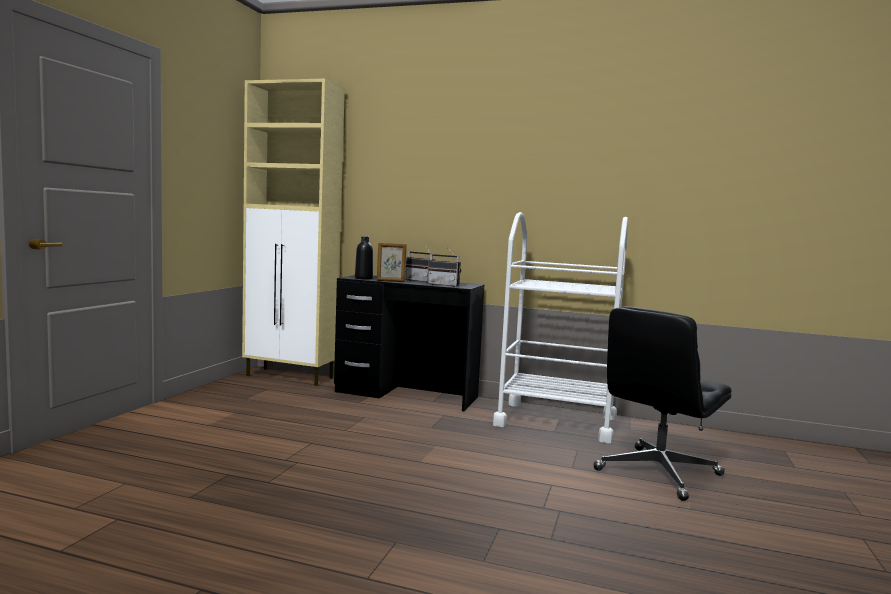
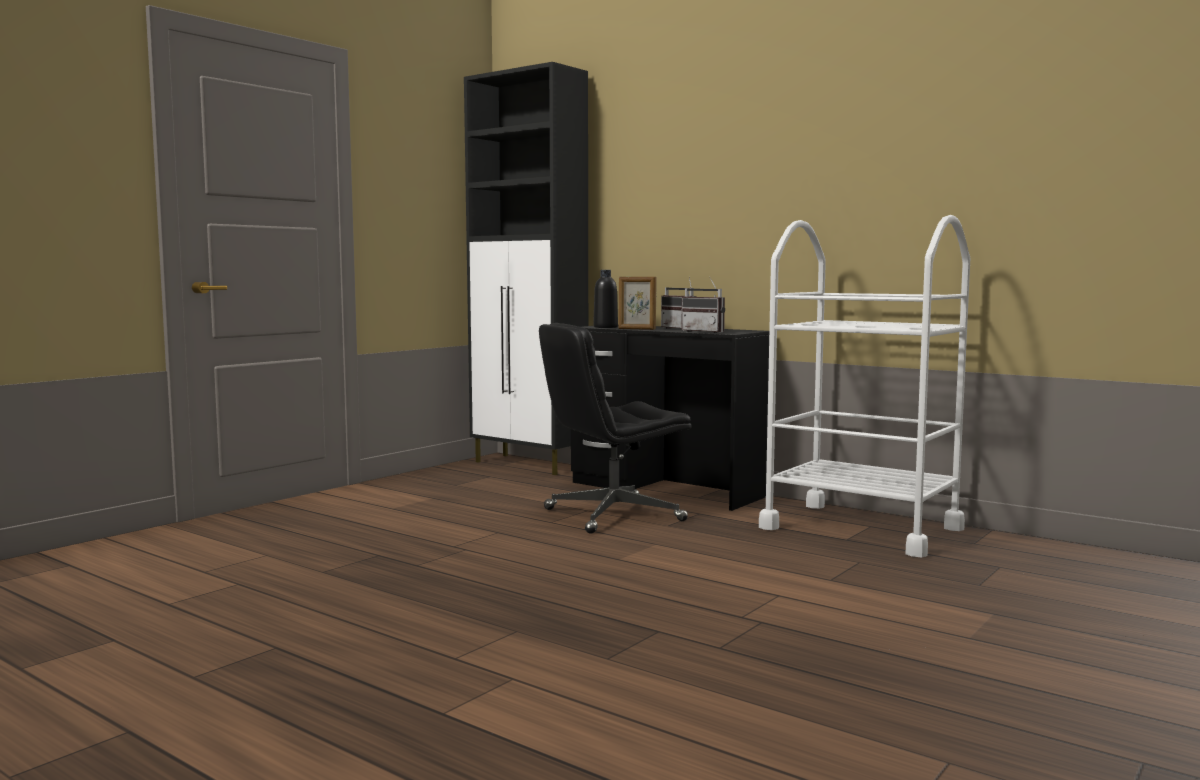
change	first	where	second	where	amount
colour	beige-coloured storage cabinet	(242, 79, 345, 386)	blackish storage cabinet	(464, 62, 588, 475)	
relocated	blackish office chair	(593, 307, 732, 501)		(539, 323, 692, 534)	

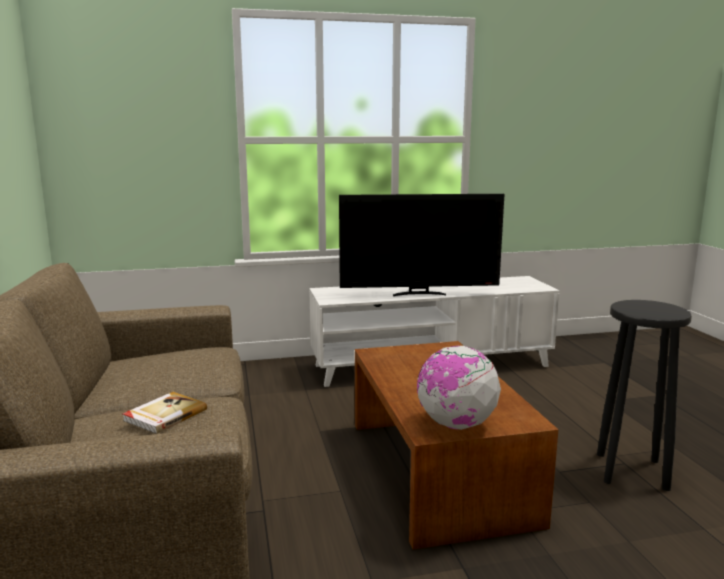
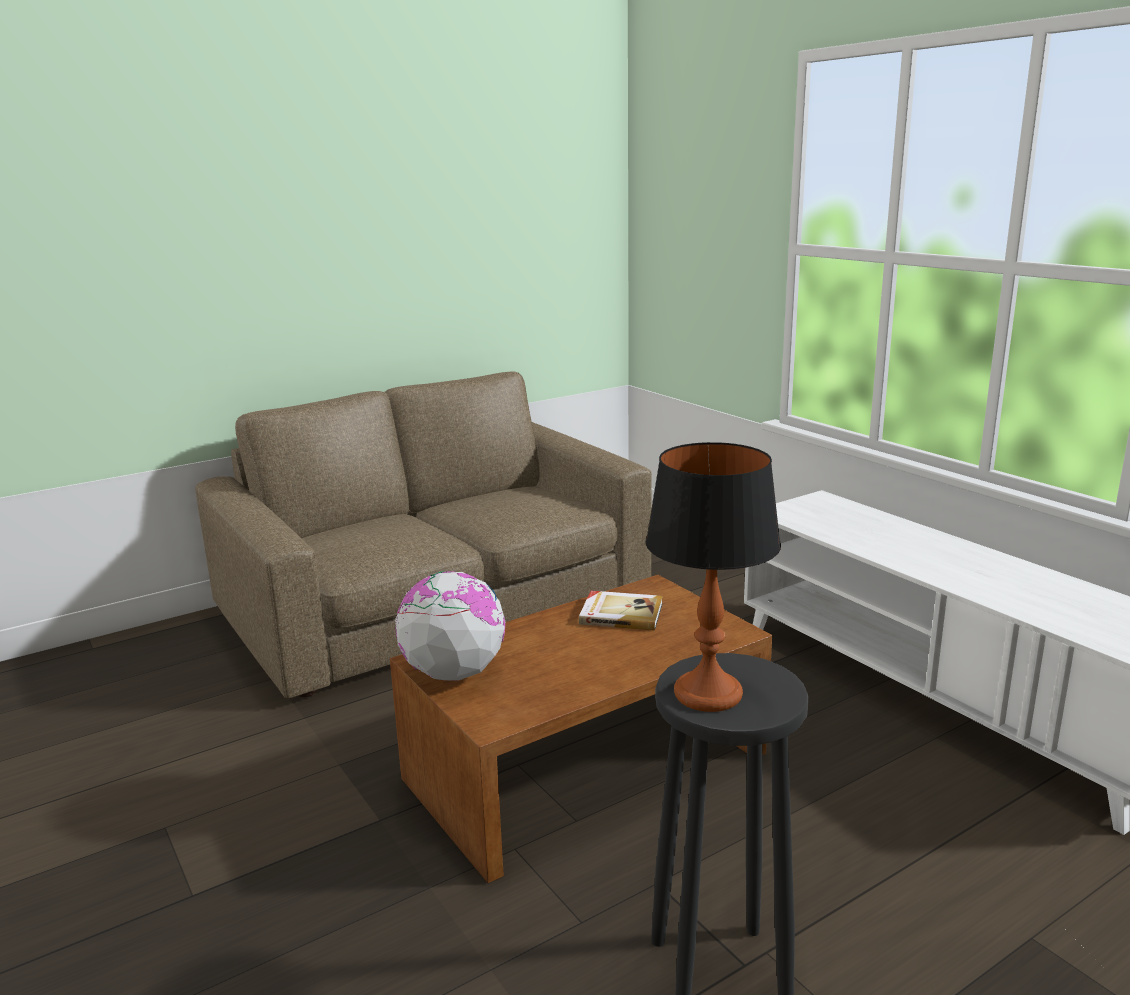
change	first	where	second	where	amount
missing	television	(339, 194, 504, 296)			
relocated	volume	(123, 392, 207, 434)		(579, 591, 663, 631)	
appeared			table lamp	(645, 442, 781, 712)	

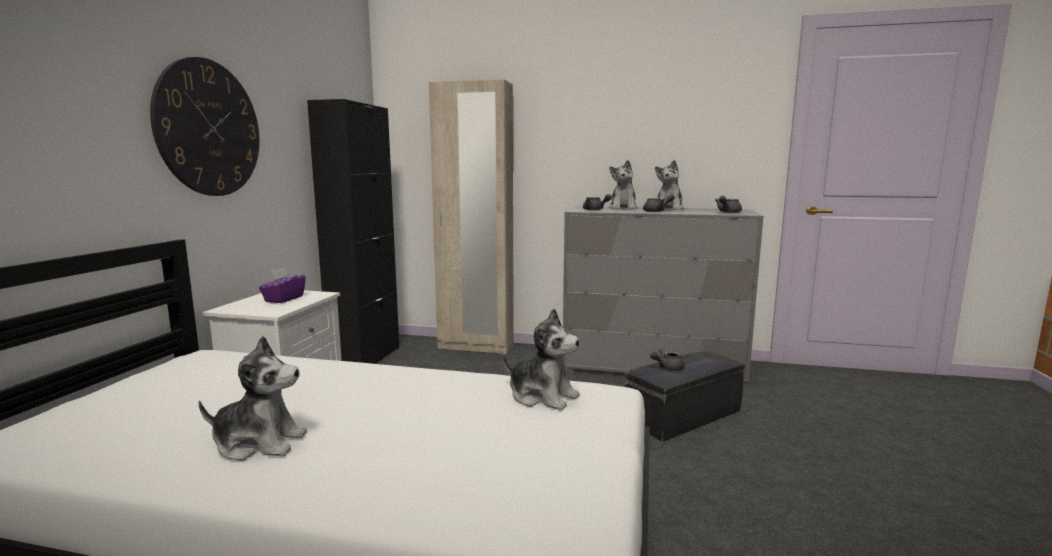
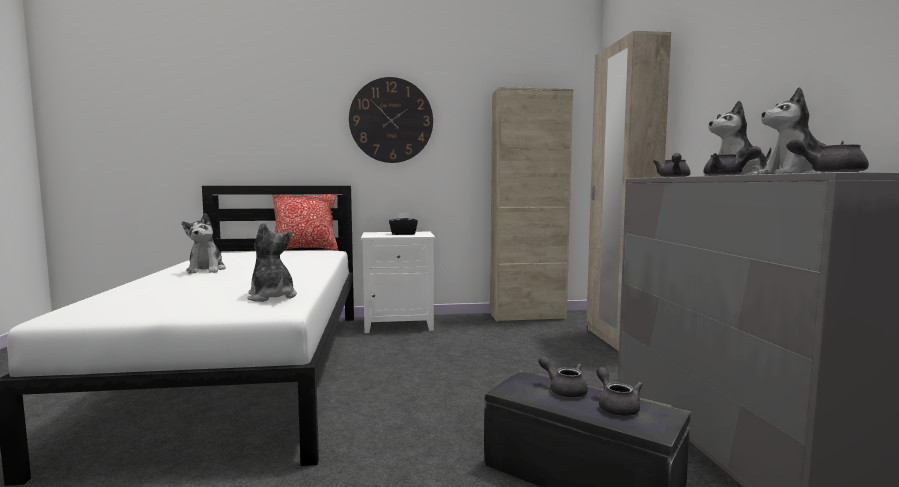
change	first	where	second	where	amount
colour	blackish storage cabinet	(307, 99, 399, 364)	beige-coloured storage cabinet	(490, 87, 573, 322)	
colour	purplish box of tissues	(259, 267, 306, 303)	blackish box of tissues	(389, 212, 418, 235)	
spun	plush toy	(503, 309, 580, 410)		(247, 222, 297, 302)	135 degrees clockwise
appeared			throw pillow	(272, 194, 338, 250)	
appeared			greyish teapot	(596, 367, 643, 416)	

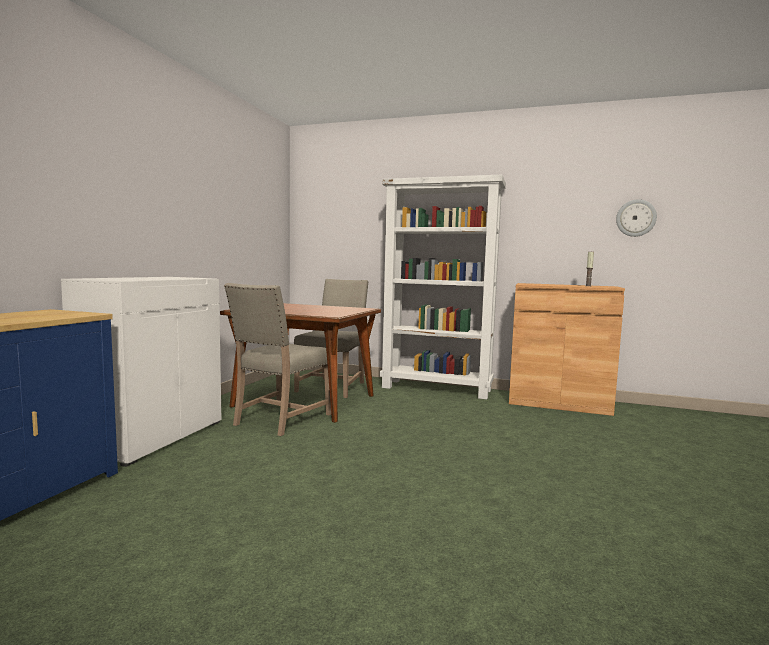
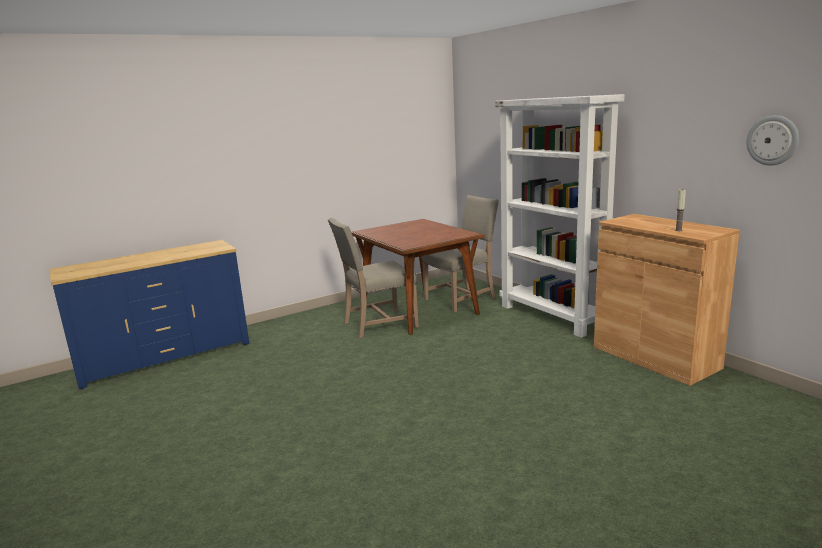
change	first	where	second	where	amount
missing	white-coloured storage cabinet	(61, 277, 221, 467)			

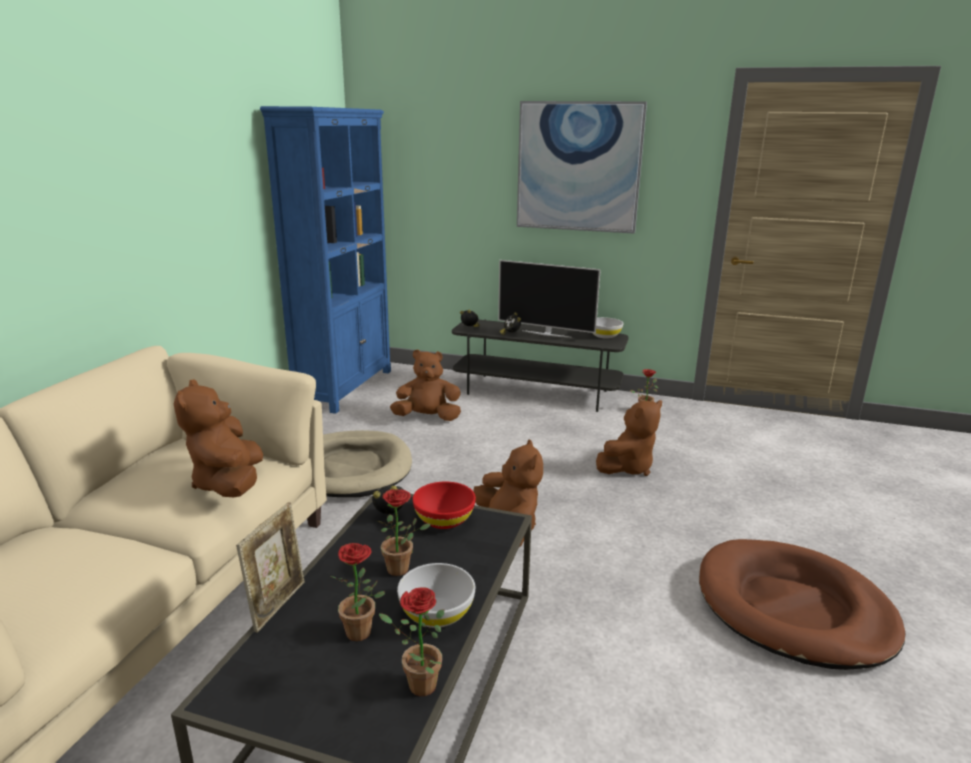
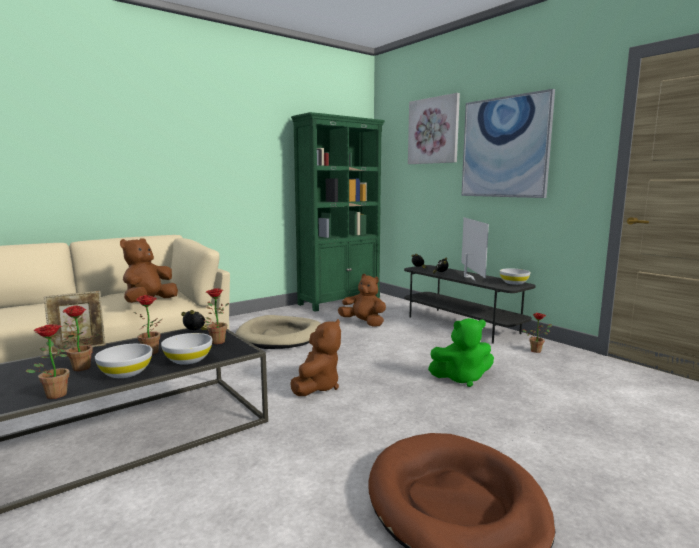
change	first	where	second	where	amount
colour	bluish bookcase	(260, 106, 391, 414)	greenish bookcase	(291, 112, 385, 312)	
spun	television	(498, 260, 601, 338)		(461, 217, 489, 281)	150 degrees counterclockwise
colour	brown-coloured plush toy	(596, 400, 662, 476)	greenish plush toy	(428, 318, 494, 387)	
exchanged	red-coloured deep dish	(413, 482, 476, 529)	plant in a pot	(204, 288, 229, 344)	
appeared			wall picture	(408, 93, 460, 164)	
appeared			white-coloured deep dish	(161, 333, 212, 365)	

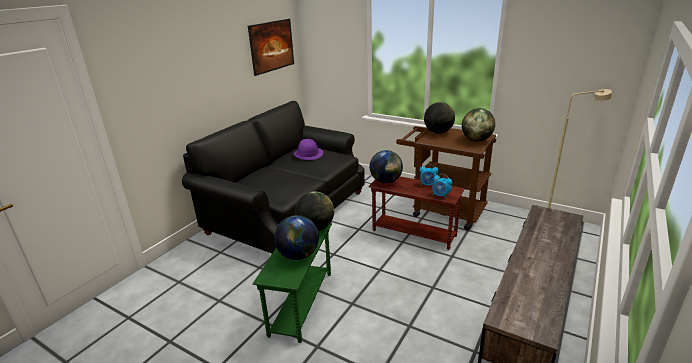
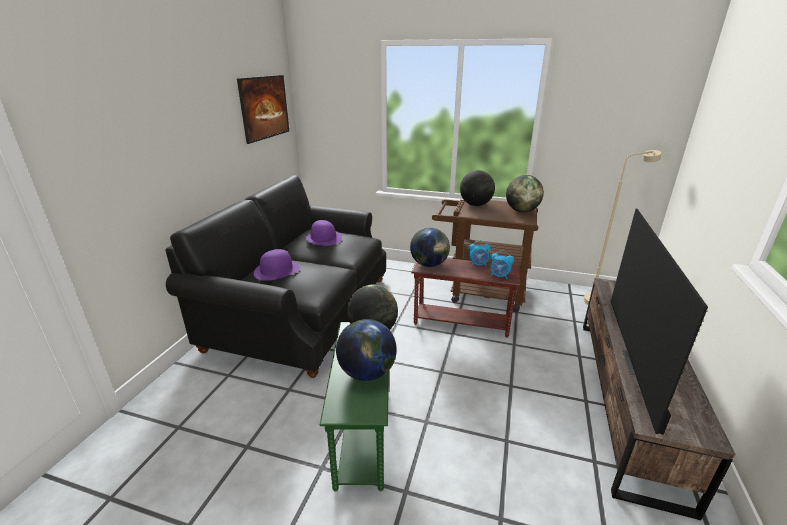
change	first	where	second	where	amount
appeared			television	(611, 209, 708, 435)	
appeared			purplish wearable hat	(253, 249, 300, 281)	

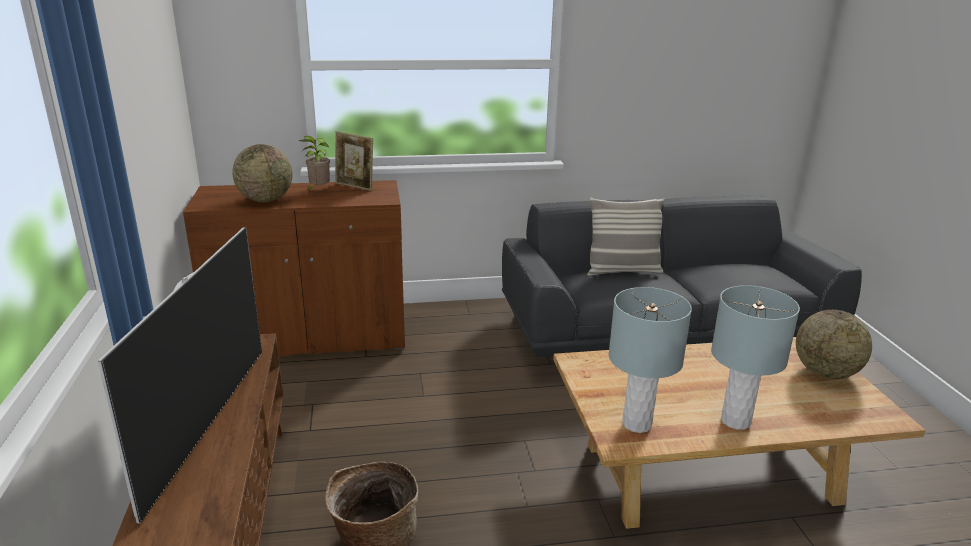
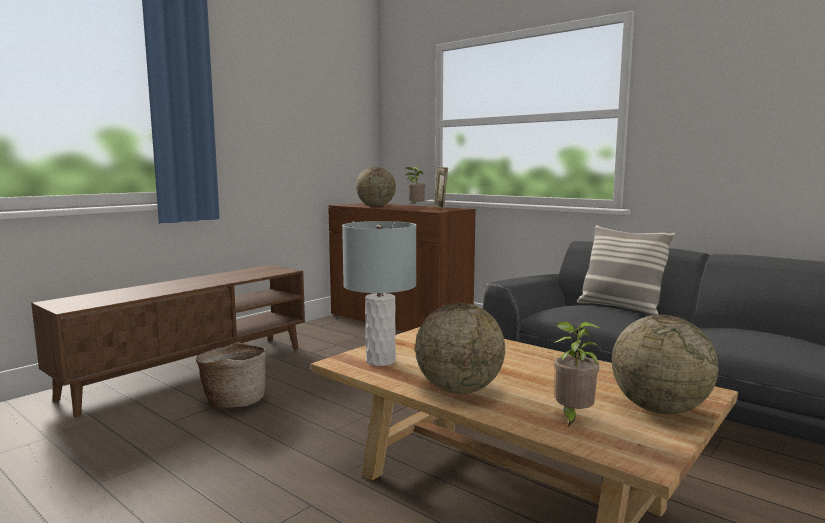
change	first	where	second	where	amount
missing	television	(98, 227, 262, 524)			
exchanged	greyish table lamp	(711, 285, 800, 430)	desk globe	(415, 303, 505, 394)	
appeared			plant in a pot	(554, 322, 601, 427)	

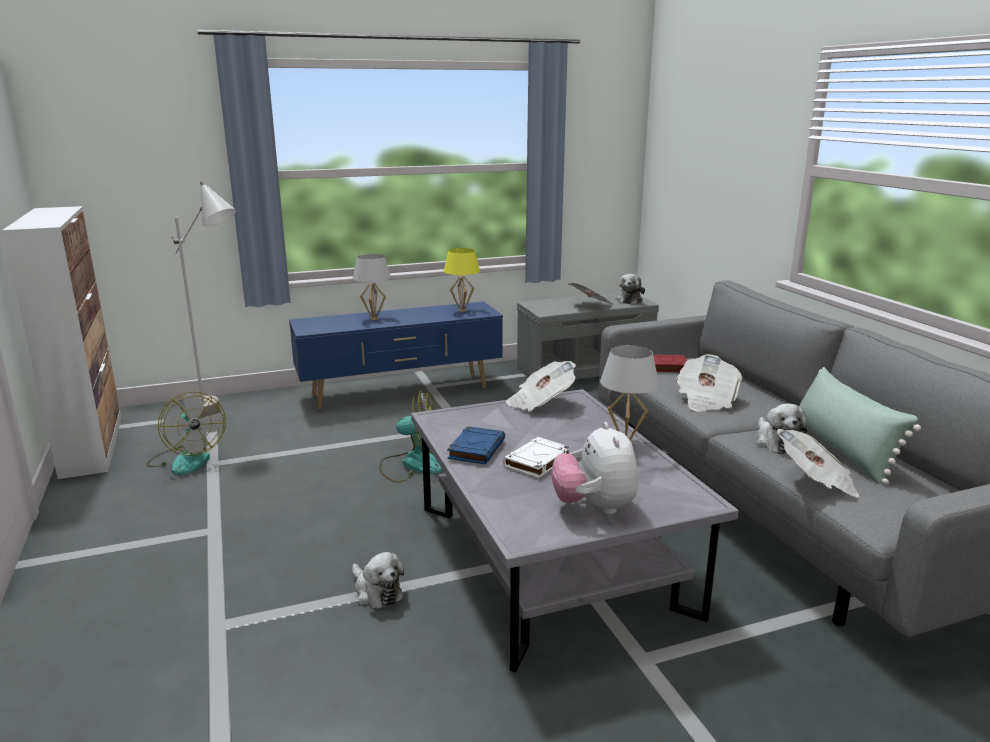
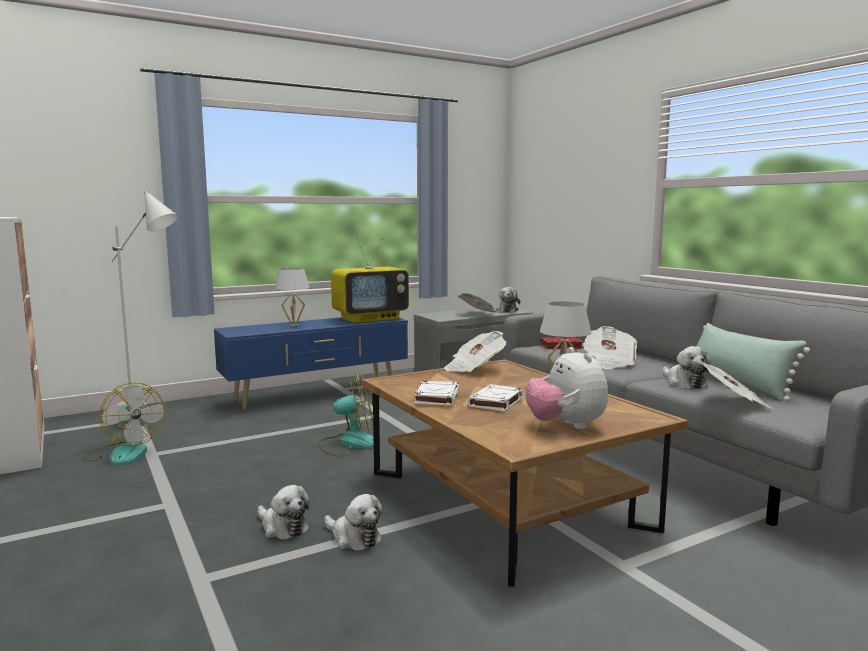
change	first	where	second	where	amount
exchanged	yellow table lamp	(444, 248, 480, 312)	television	(331, 238, 409, 323)	
colour	greyish lounge table	(411, 389, 739, 672)	brown-coloured lounge table	(362, 359, 688, 587)	
colour	bluish volume	(447, 426, 505, 464)	white-coloured volume	(415, 381, 459, 406)	
appeared			plush toy	(258, 485, 310, 540)	

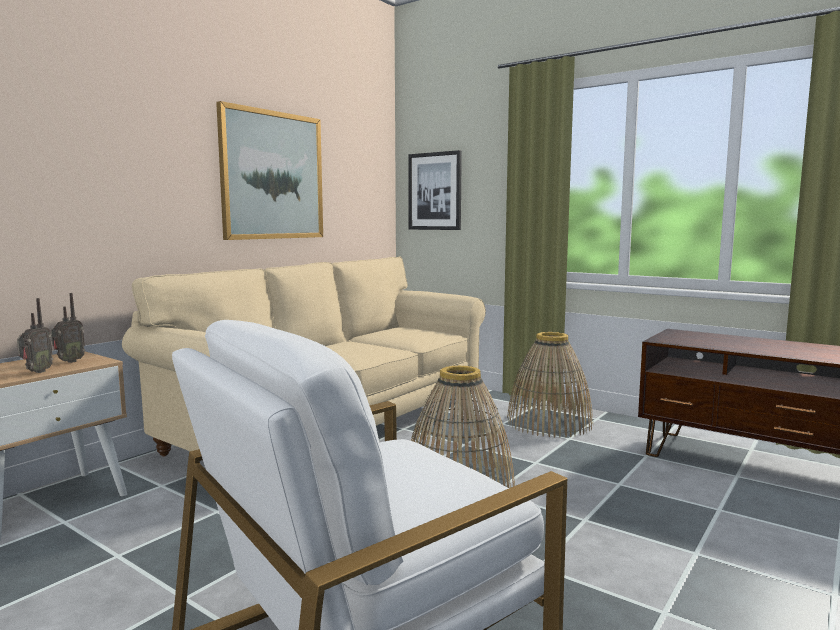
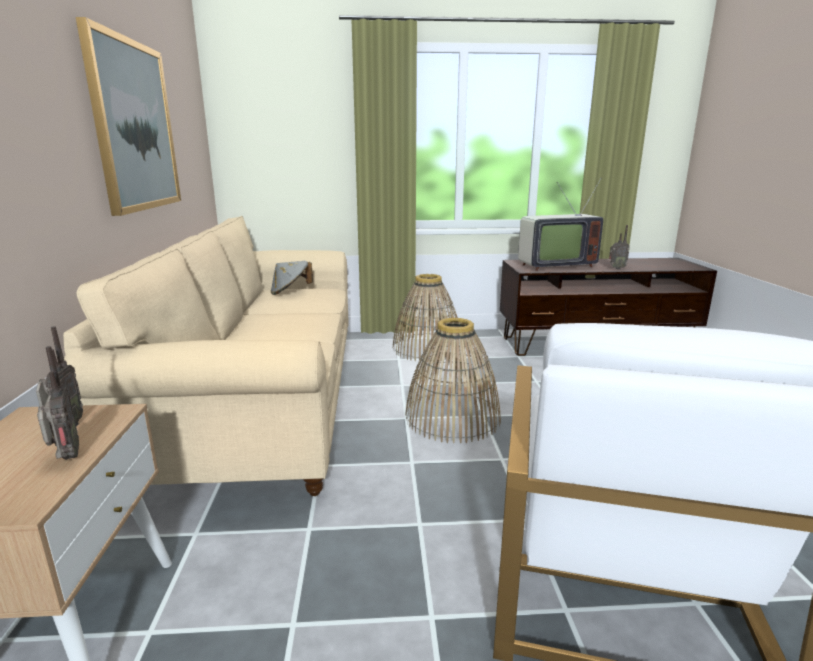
change	first	where	second	where	amount
missing	wall picture	(408, 150, 462, 230)			
appeared			television	(518, 179, 603, 271)	
appeared			radio	(609, 225, 630, 269)	
appeared			greyish wearable hat	(271, 261, 313, 295)	

